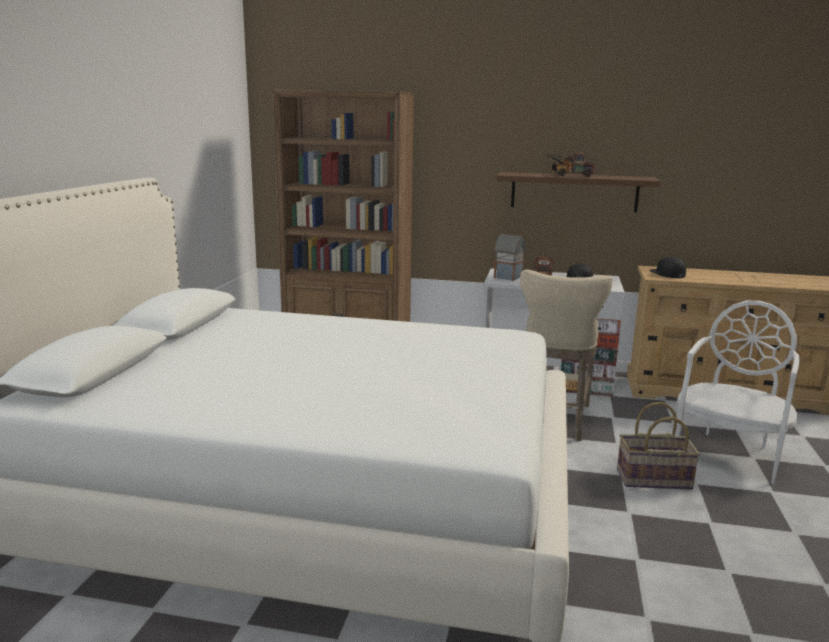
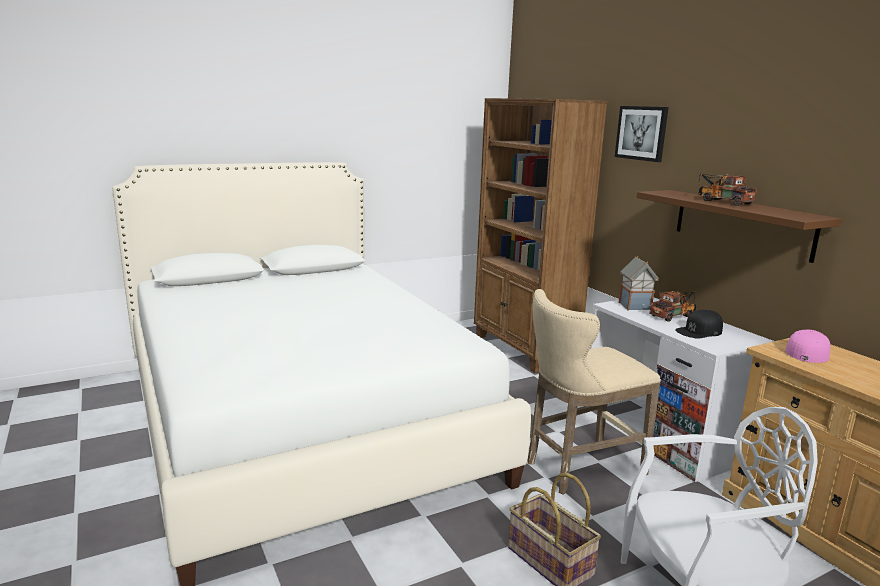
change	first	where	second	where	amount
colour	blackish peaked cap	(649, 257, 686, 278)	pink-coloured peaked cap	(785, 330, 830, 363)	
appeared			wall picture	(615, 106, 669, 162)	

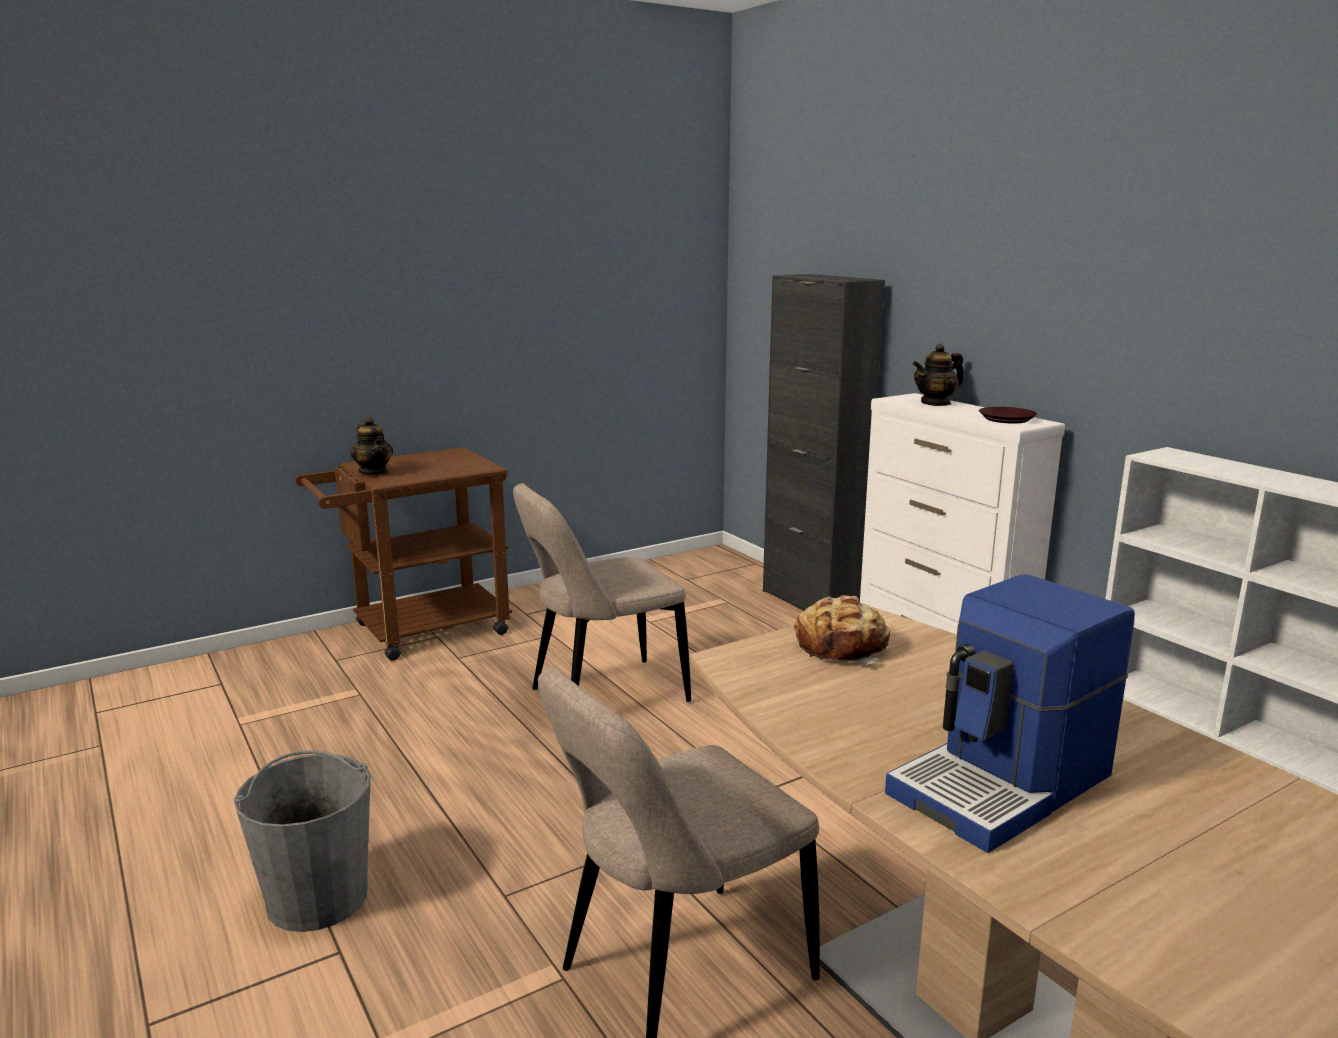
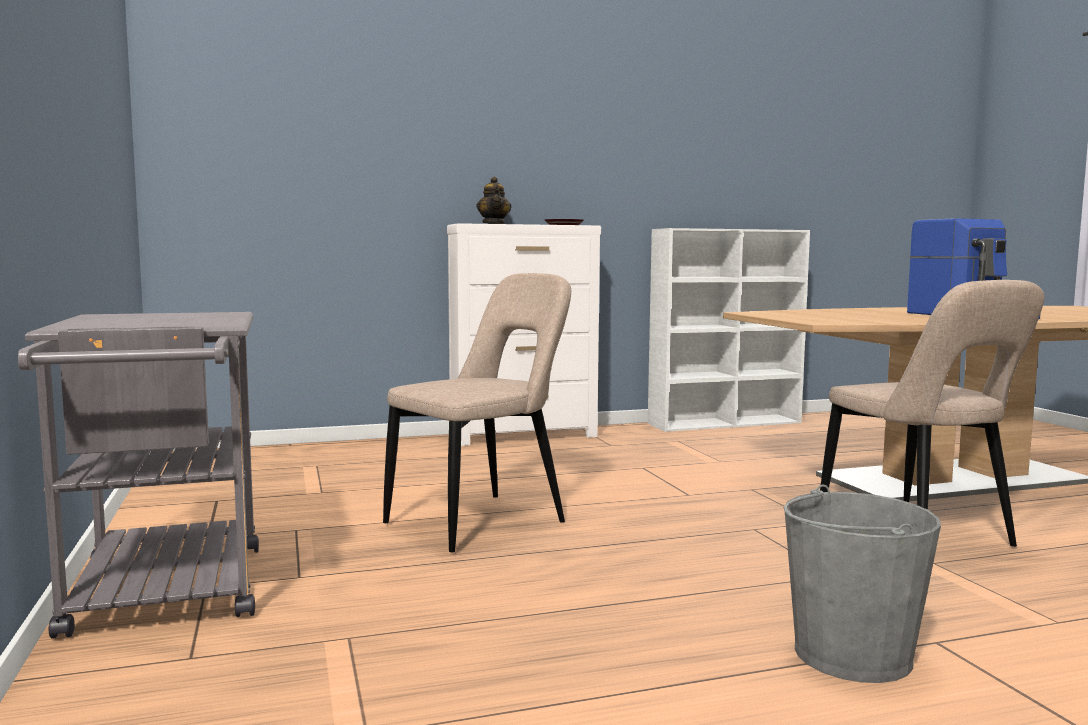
change	first	where	second	where	amount
missing	blackish storage cabinet	(763, 274, 885, 611)			
missing	teapot	(351, 417, 393, 475)			
colour	brown-coloured trolley	(295, 447, 512, 661)	greyish trolley	(18, 312, 259, 639)	
spun	beige-coloured plain chair	(513, 483, 691, 702)		(383, 273, 571, 552)	120 degrees counterclockwise
missing	bread	(794, 595, 890, 665)			

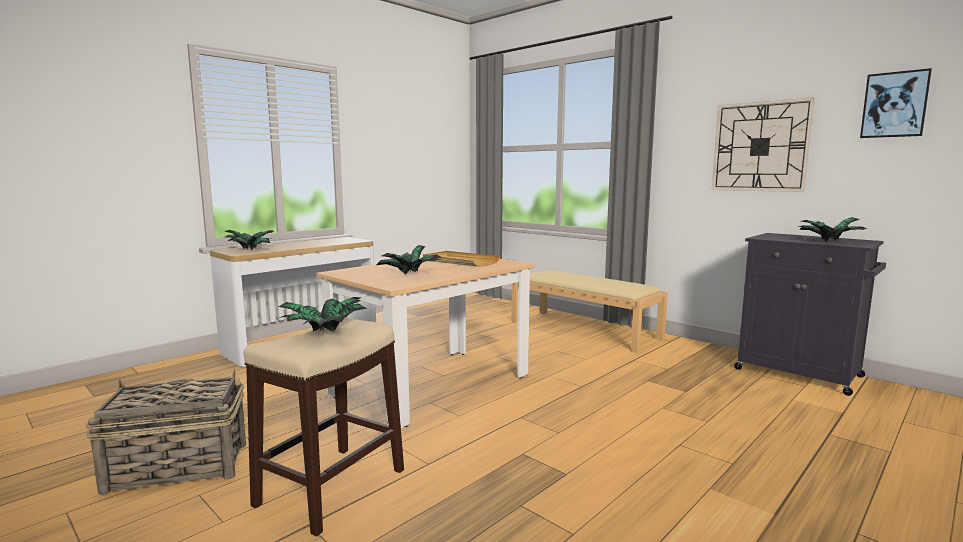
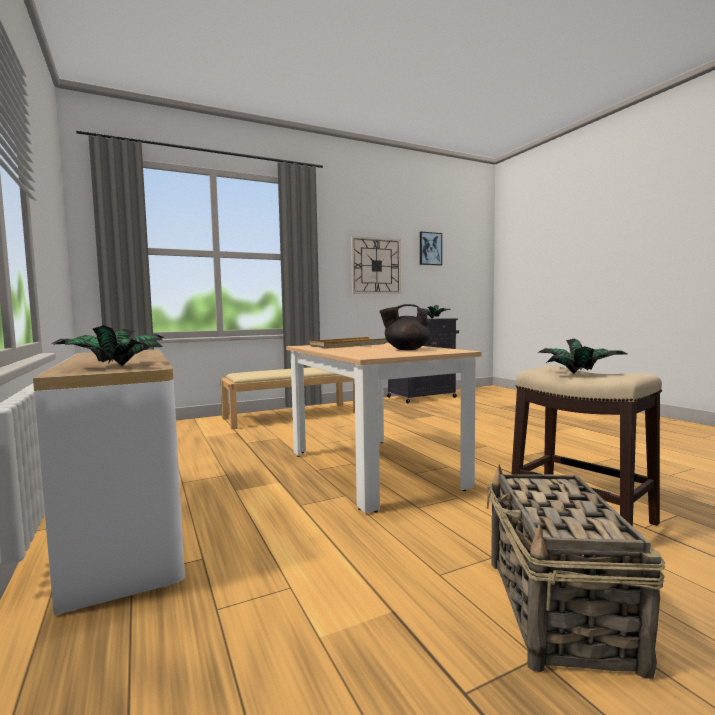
change	first	where	second	where	amount
exchanged	plant in a pot	(377, 245, 442, 274)	blackish teapot	(380, 304, 431, 350)	

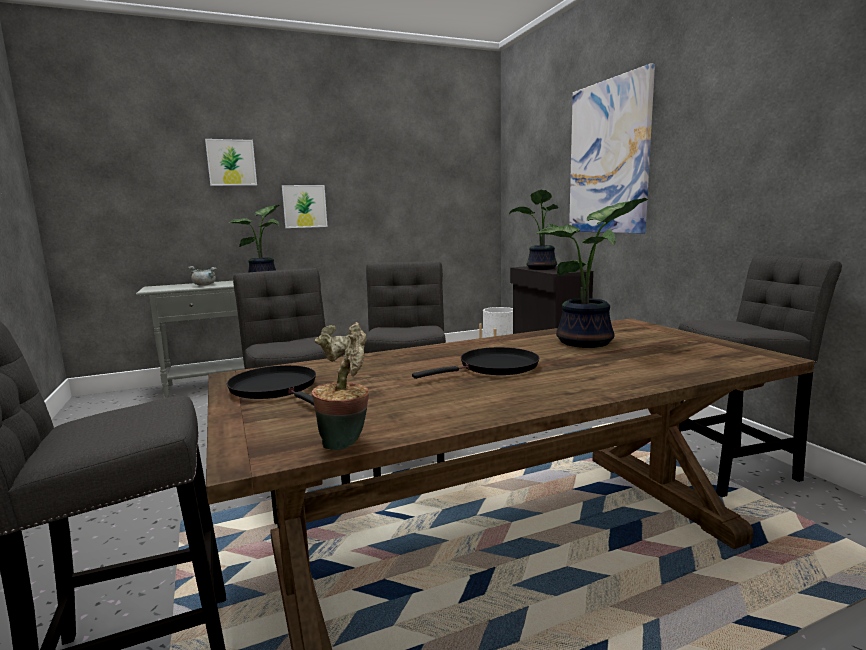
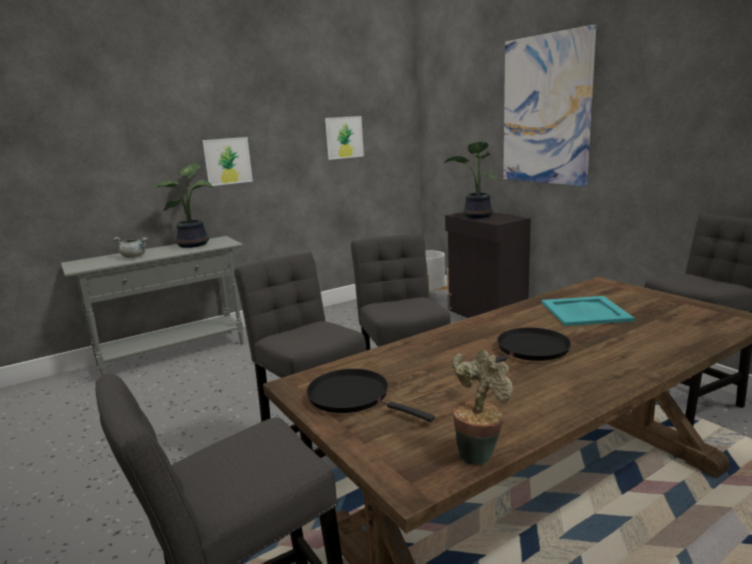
change	first	where	second	where	amount
relocated	wall picture	(205, 139, 257, 186)		(325, 116, 364, 160)	
exchanged	plant in a pot	(535, 198, 648, 348)	turquoise-coloured serving tray	(542, 296, 635, 326)	

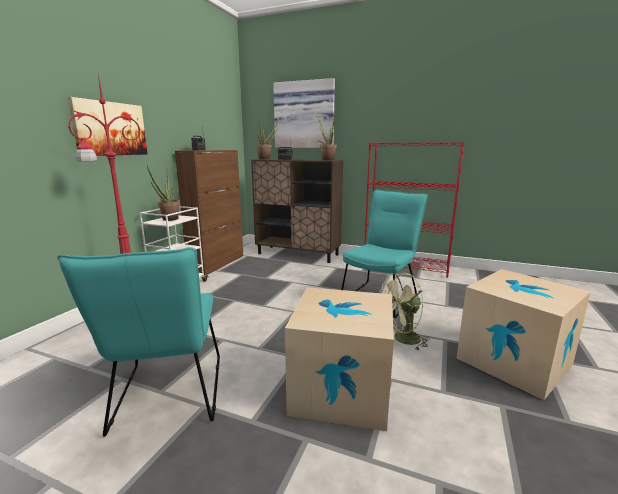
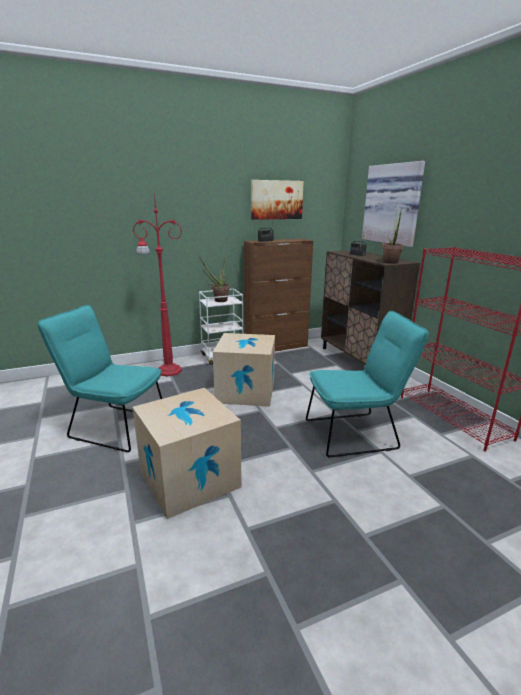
change	first	where	second	where	amount
relocated	wall picture	(68, 97, 147, 156)		(251, 180, 304, 220)	
missing	plant in a pot	(256, 116, 280, 160)			
spun	turquoise-coloured plain chair	(57, 247, 220, 437)		(38, 305, 162, 452)	75 degrees clockwise
relocated	carton	(457, 269, 591, 400)		(213, 333, 275, 407)	
missing	greenish electric fan	(382, 273, 430, 350)			

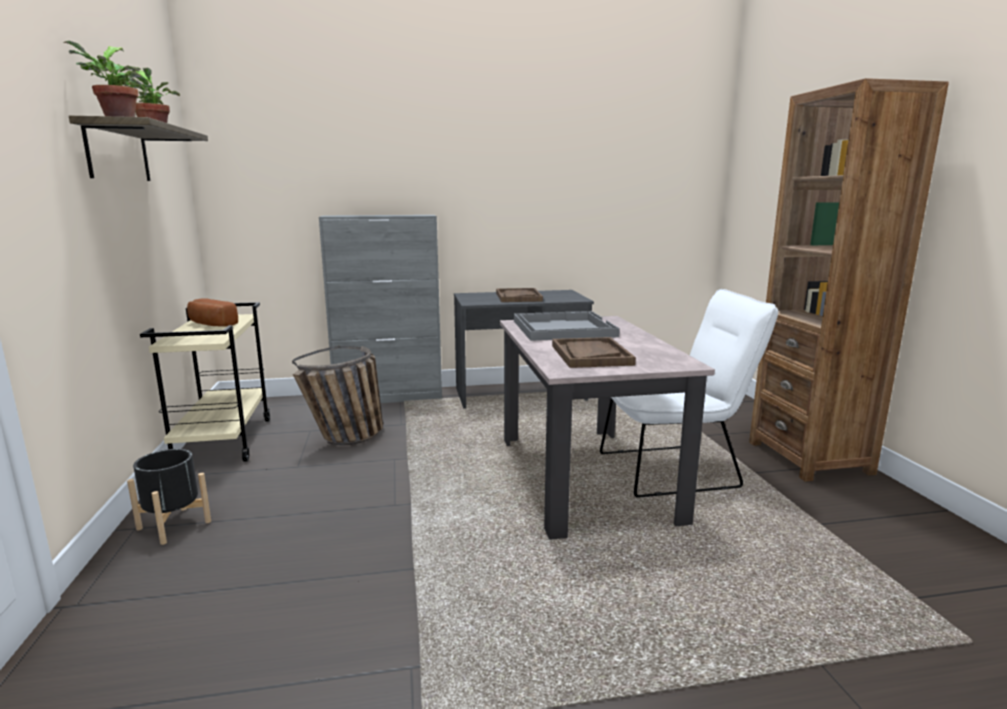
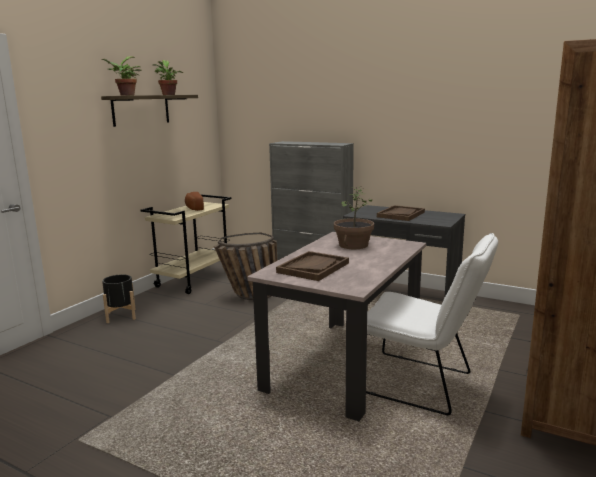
change	first	where	second	where	amount
exchanged	greyish serving tray	(514, 311, 620, 341)	plant in a pot	(334, 187, 374, 249)	

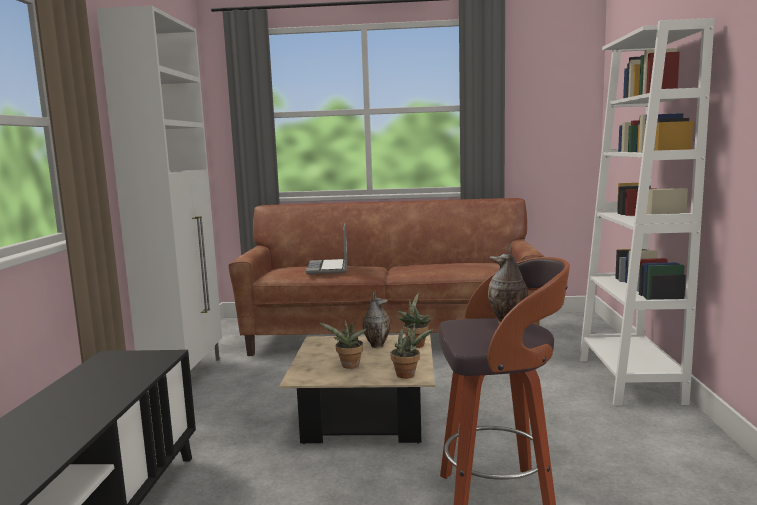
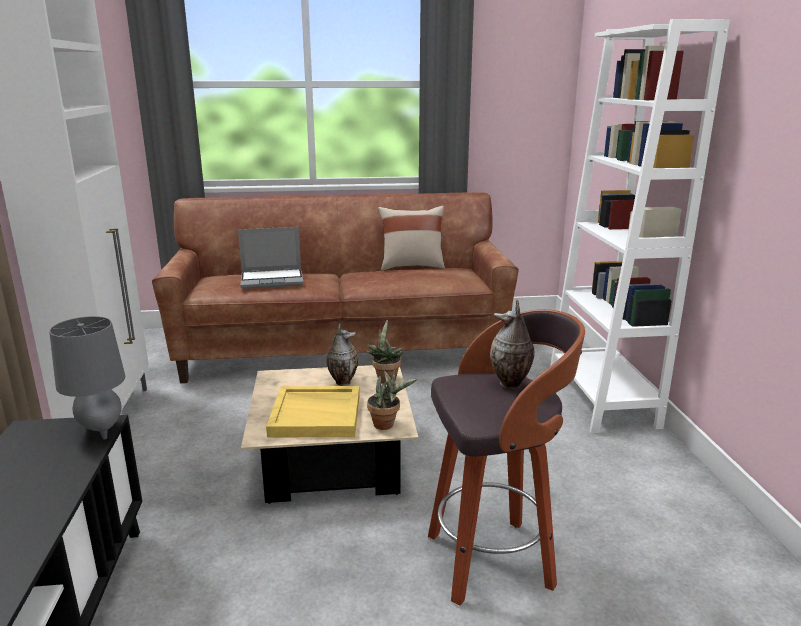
change	first	where	second	where	amount
spun	notebook computer	(306, 223, 347, 274)		(238, 227, 304, 289)	90 degrees counterclockwise
exchanged	plant in a pot	(319, 320, 366, 369)	yellow serving tray	(266, 386, 360, 437)	
appeared			beige-coloured throw pillow	(378, 206, 445, 271)	
appeared			greyish table lamp	(49, 316, 125, 440)	

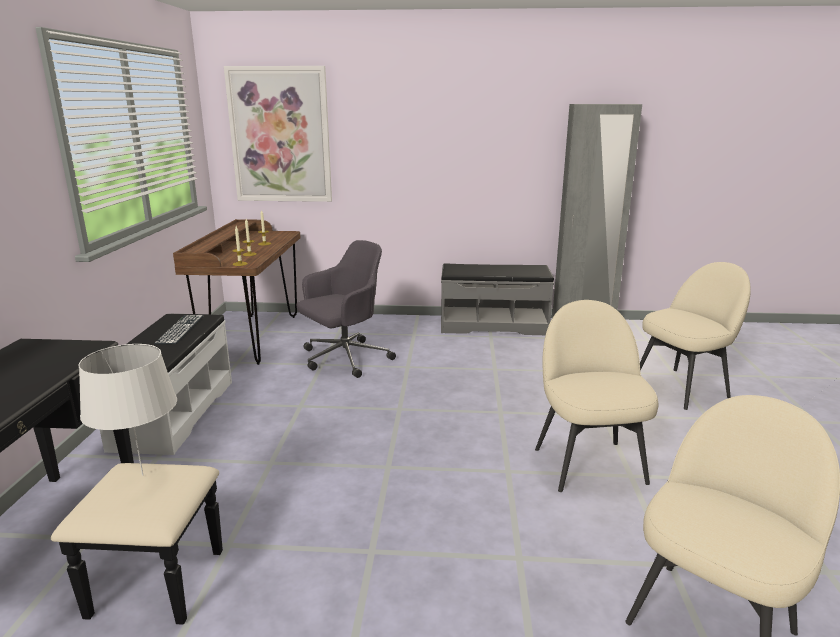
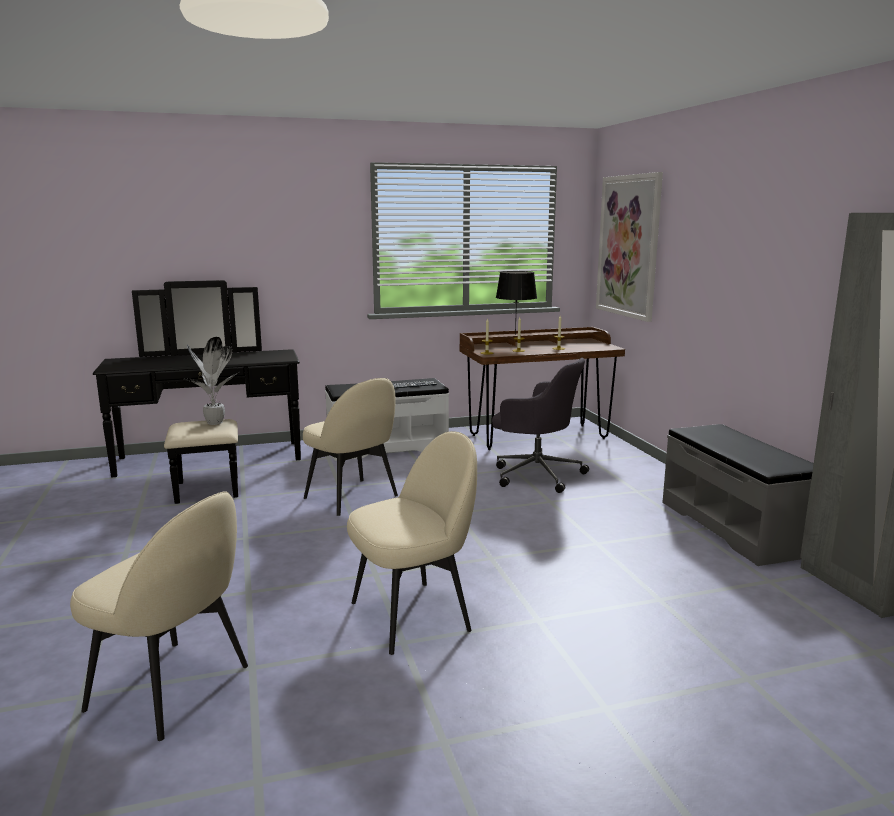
change	first	where	second	where	amount
relocated	beige-coloured plain chair	(640, 262, 751, 410)		(303, 378, 398, 516)	
exchanged	white-coloured table lamp	(79, 344, 177, 475)	plant in a pot	(184, 337, 240, 425)	
appeared			blackish table lamp	(496, 271, 537, 335)	

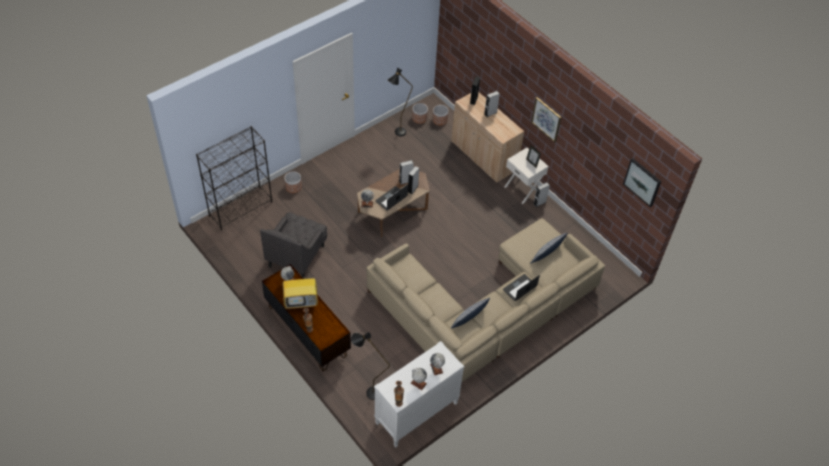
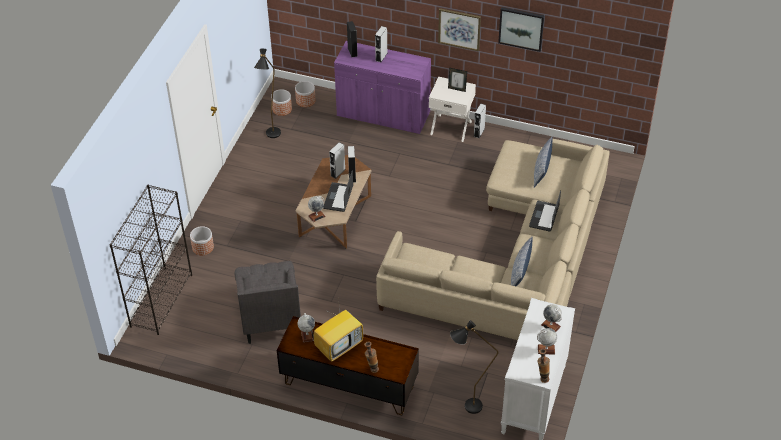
change	first	where	second	where	amount
colour	beige-coloured storage cabinet	(451, 92, 524, 183)	purplish storage cabinet	(334, 41, 431, 134)	
relocated	wall picture	(623, 158, 661, 207)		(498, 7, 544, 52)	

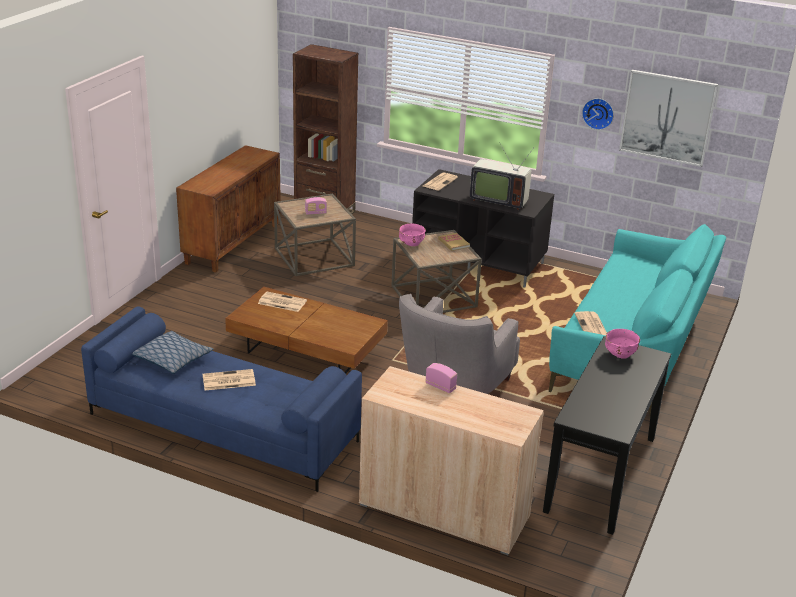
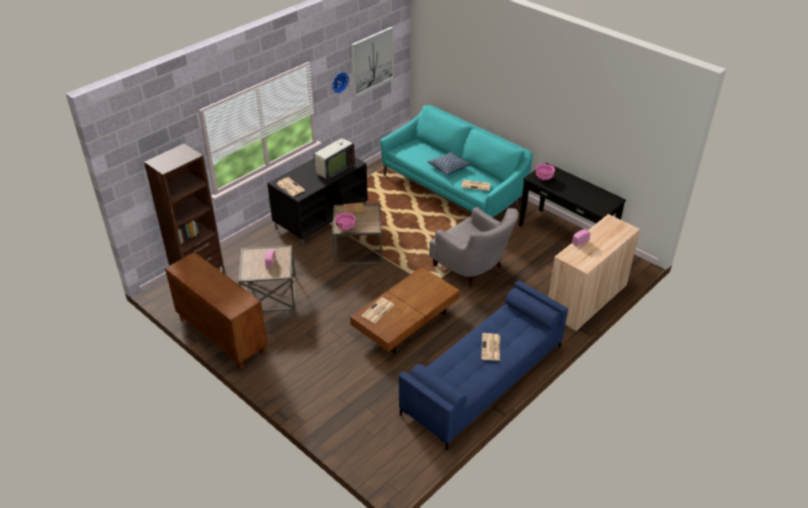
change	first	where	second	where	amount
relocated	throw pillow	(132, 331, 213, 374)		(428, 151, 471, 175)	

